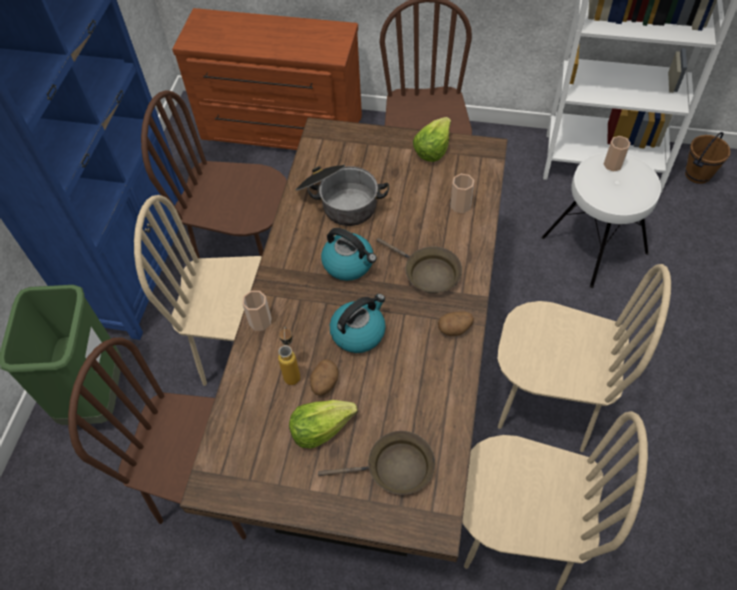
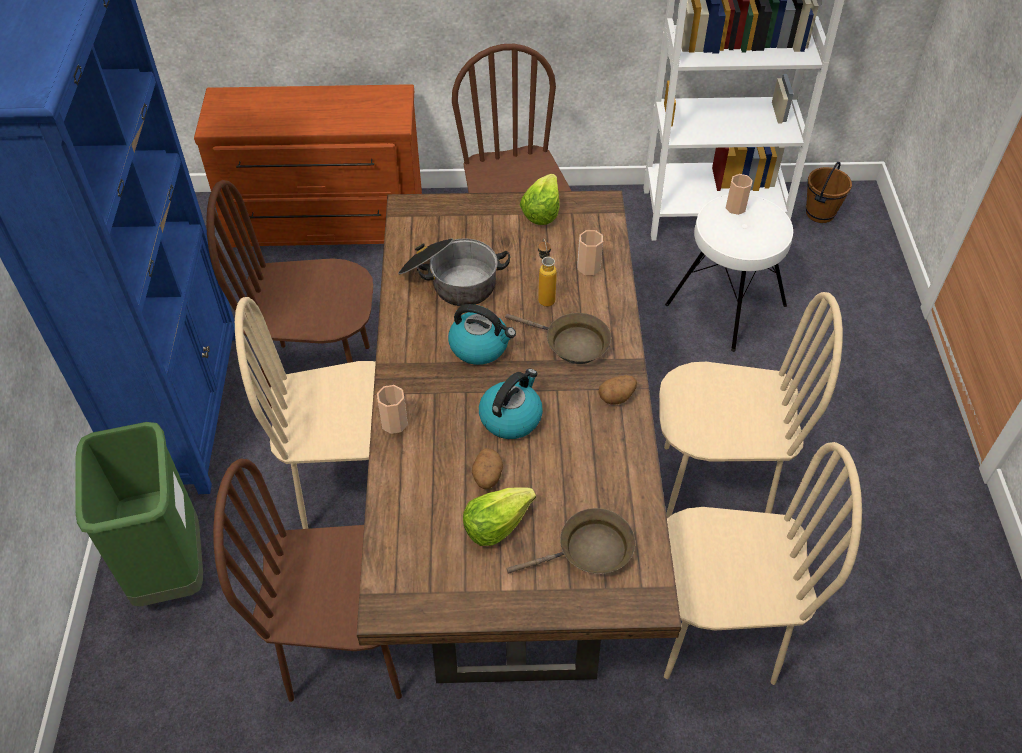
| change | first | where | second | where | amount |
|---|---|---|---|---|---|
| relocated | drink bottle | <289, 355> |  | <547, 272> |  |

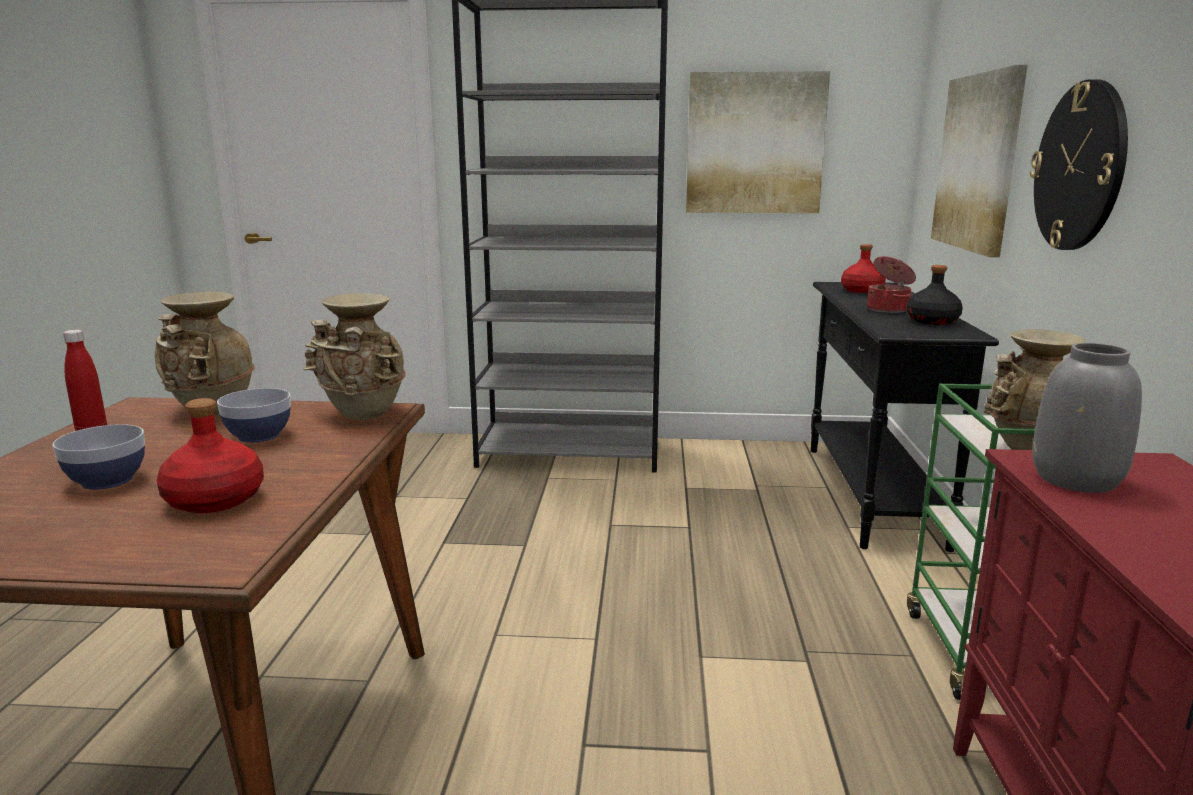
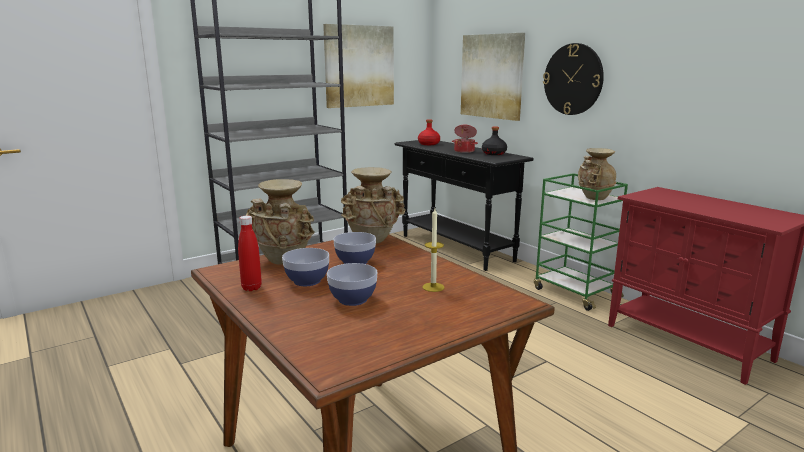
| change | first | where | second | where | amount |
|---|---|---|---|---|---|
| missing | grey decorative vase | <1087, 418> |  |  |  |
| appeared |  |  | deep dish | <305, 267> |  |
| exchanged | reddish drink bottle | <210, 455> | wax candle | <433, 250> |  |

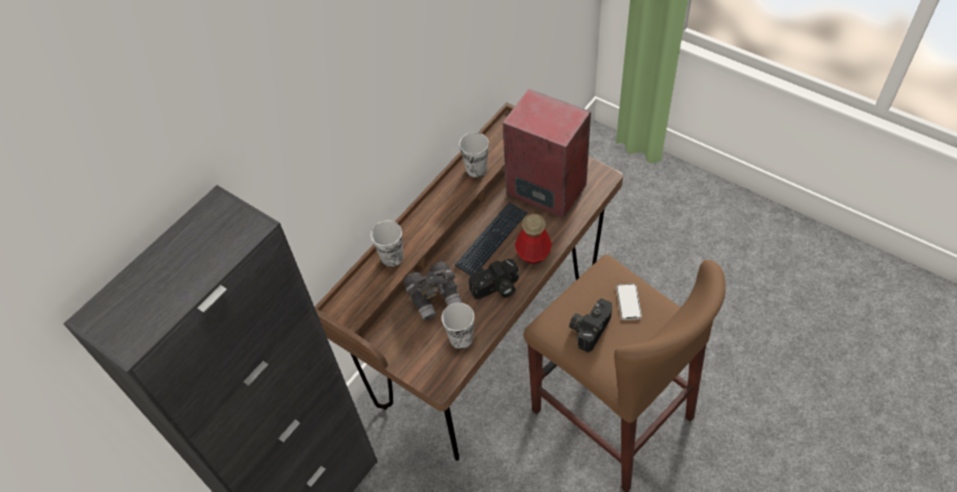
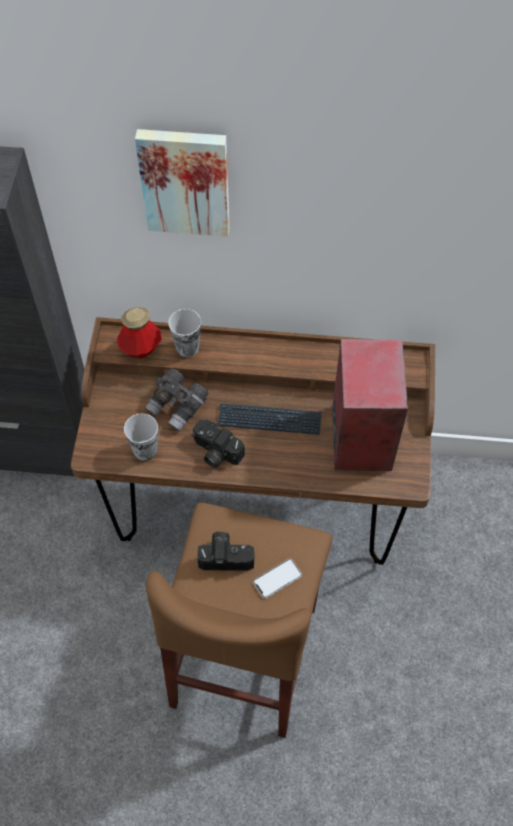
| change | first | where | second | where | amount |
|---|---|---|---|---|---|
| missing | drinking cup | <474, 155> |  |  |  |
| appeared |  |  | wall art | <182, 183> |  |
| relocated | drink bottle | <533, 239> |  | <139, 332> |  |

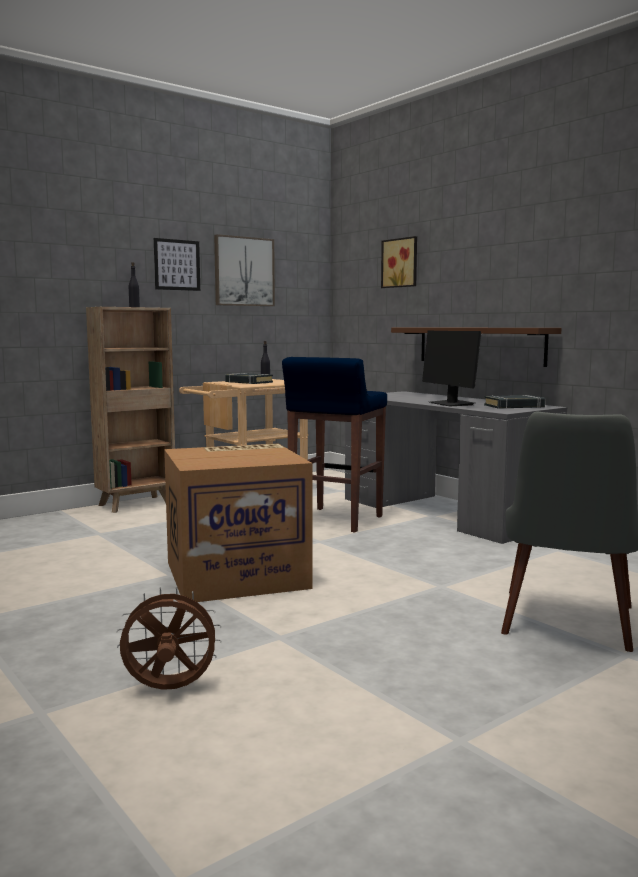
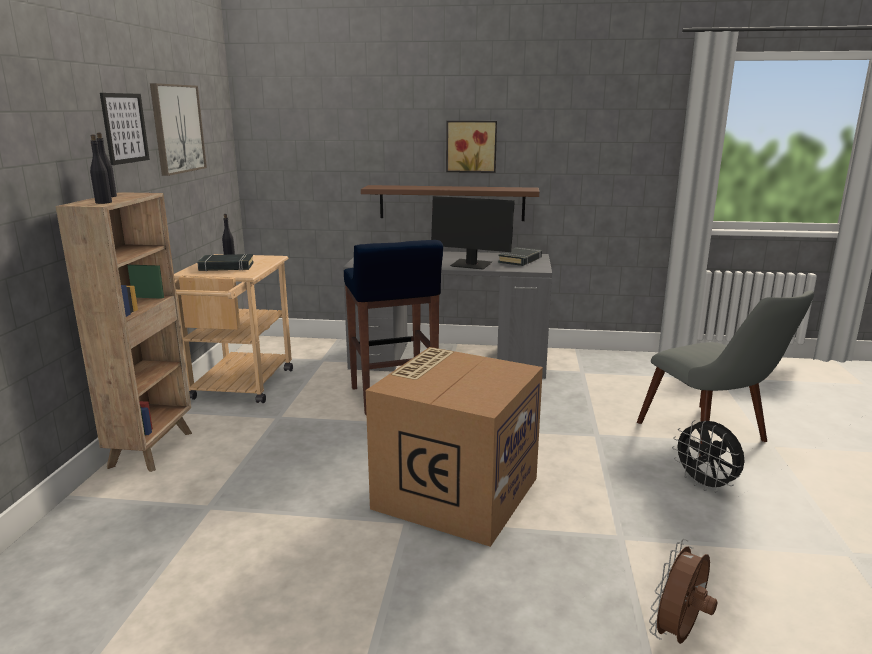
| change | first | where | second | where | amount |
|---|---|---|---|---|---|
| appeared |  |  | blackish drink bottle | <101, 169> |  |
| appeared |  |  | blackish cooling fan | <708, 456> |  |
| relocated | wall art | <399, 262> |  | <471, 147> |  |

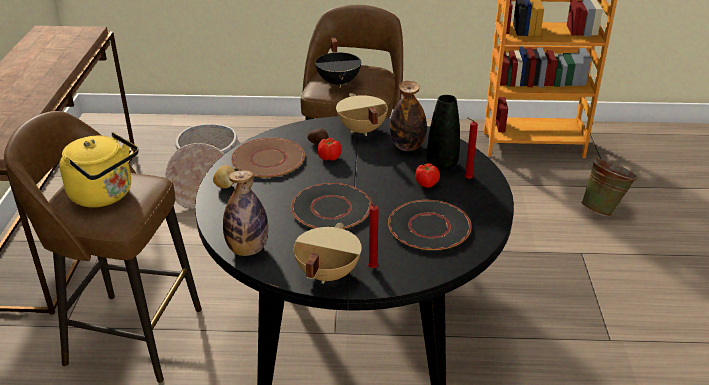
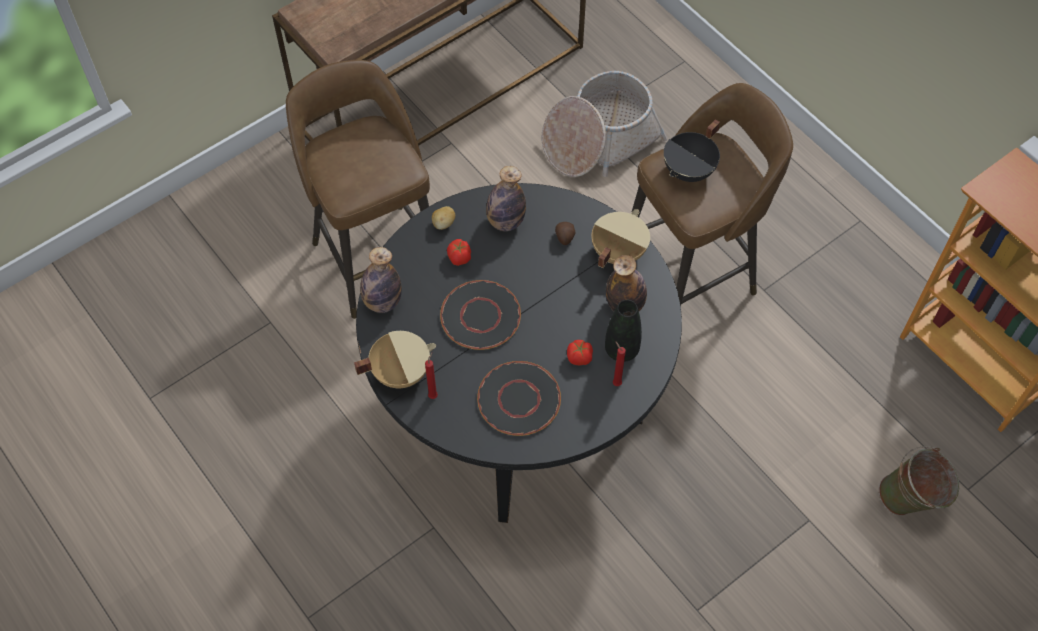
| change | first | where | second | where | amount |
|---|---|---|---|---|---|
| missing | yellowish tea kettle | <99, 170> |  |  |  |
| relocated | whole tomato | <330, 149> |  | <459, 252> |  |
| exchanged | brownish flat dish | <268, 158> | drink bottle | <506, 198> |  |

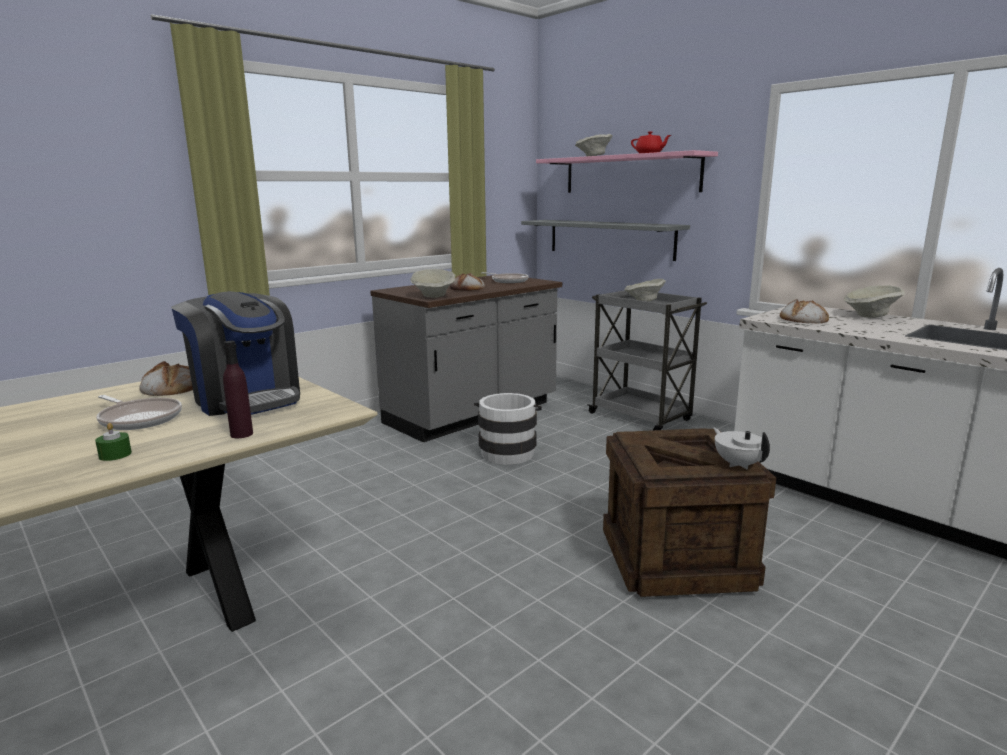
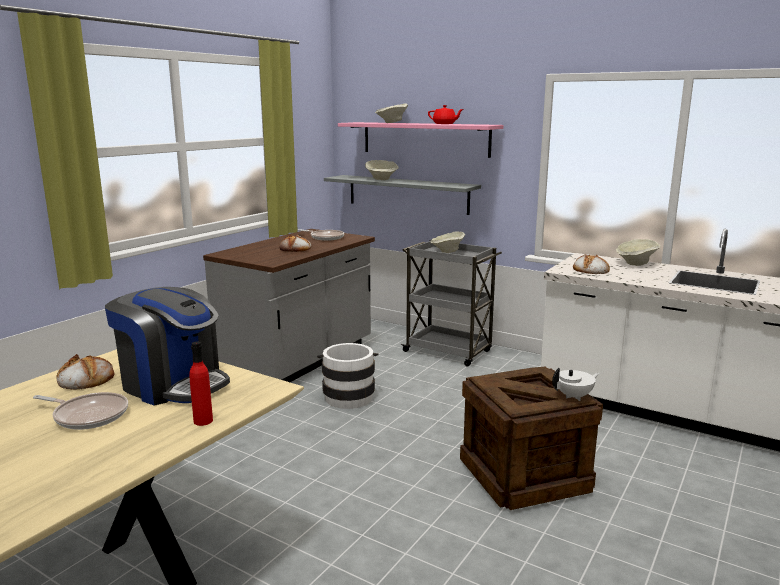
| change | first | where | second | where | amount |
|---|---|---|---|---|---|
| missing | green-coloured wax candle | <113, 442> |  |  |  |
| relocated | sand-coloured deep dish | <433, 283> |  | <382, 170> |  |
| colour | purple drink bottle | <238, 389> | reddish drink bottle | <201, 383> |  |
| spun | white teapot | <742, 448> |  | <576, 384> | 105 degrees clockwise |

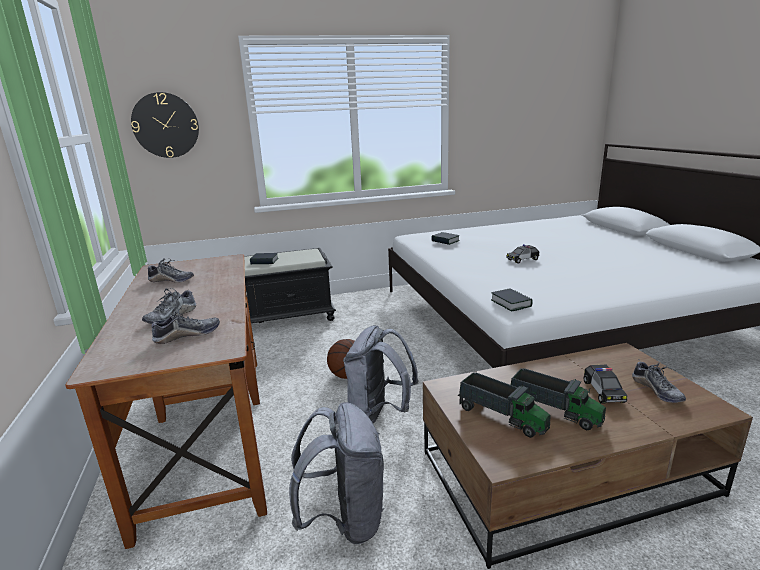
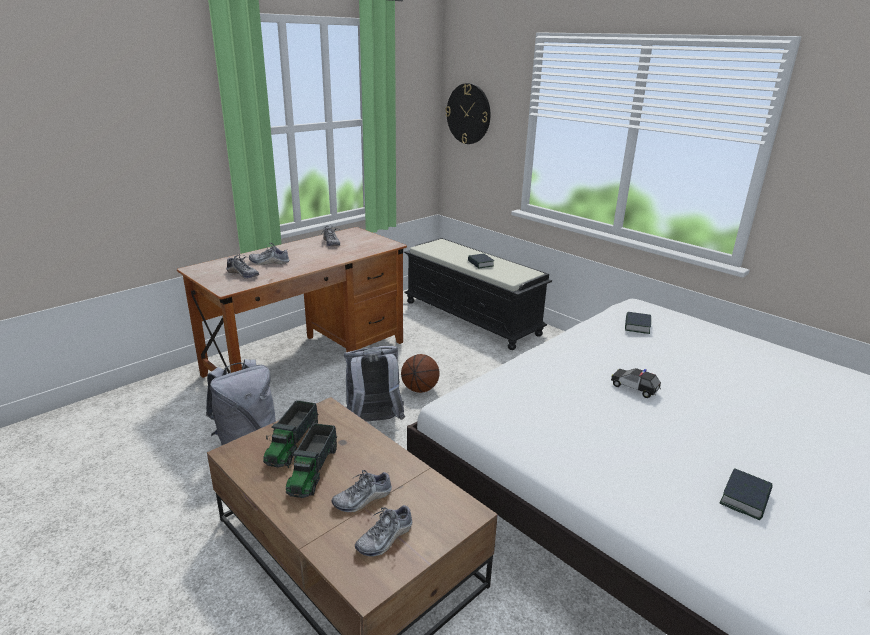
| change | first | where | second | where | amount |
|---|---|---|---|---|---|
| relocated | bound book | <512, 299> |  | <746, 494> |  |
| exchanged | toy car | <605, 384> | shoe | <362, 491> |  |

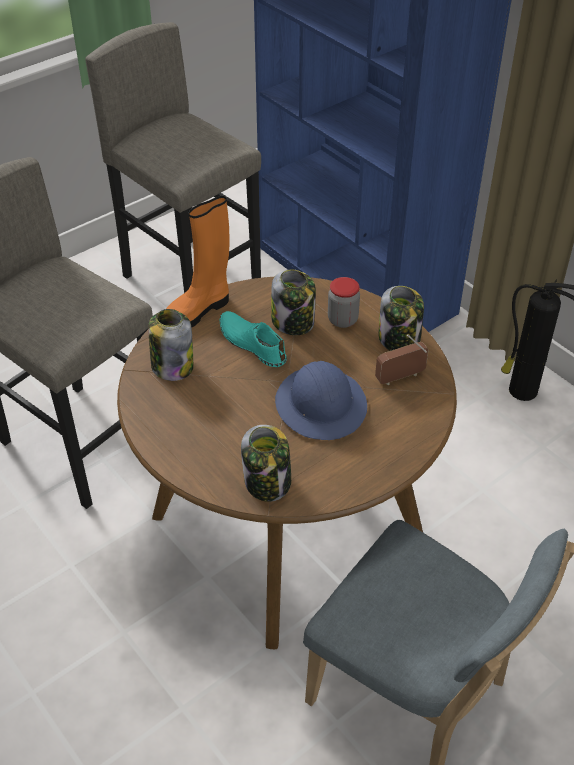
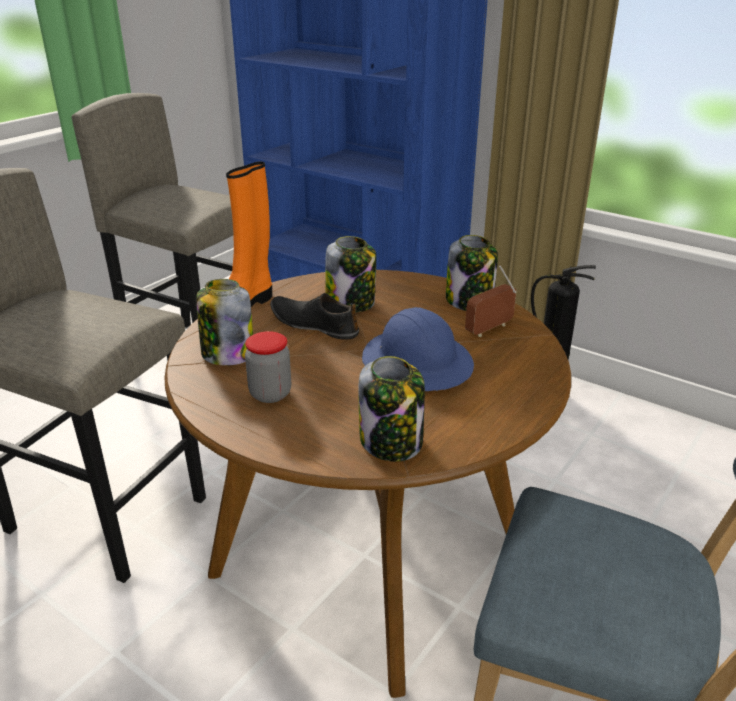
| change | first | where | second | where | amount |
|---|---|---|---|---|---|
| relocated | preserve jar | <344, 302> |  | <268, 367> |  |
| colour | blue-green shoe | <253, 339> | blackish shoe | <314, 316> |  |

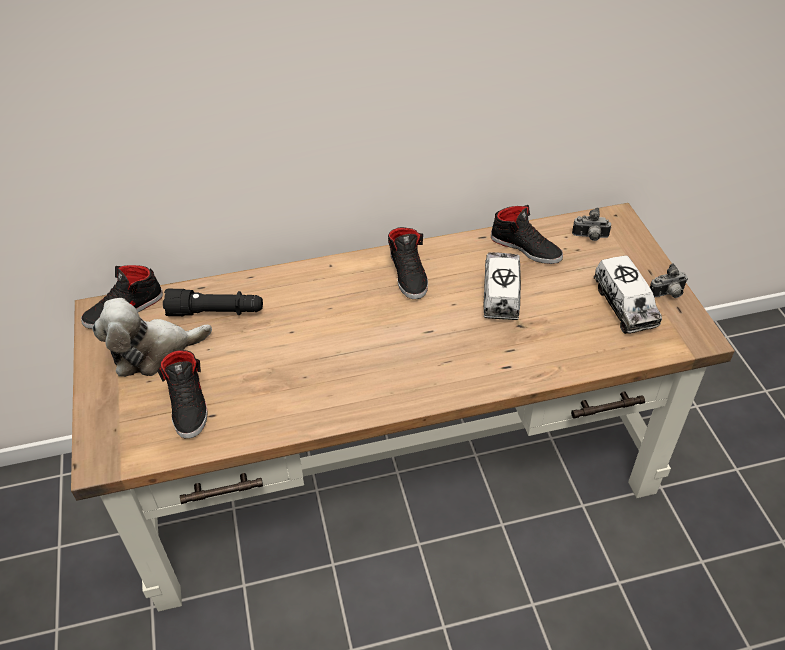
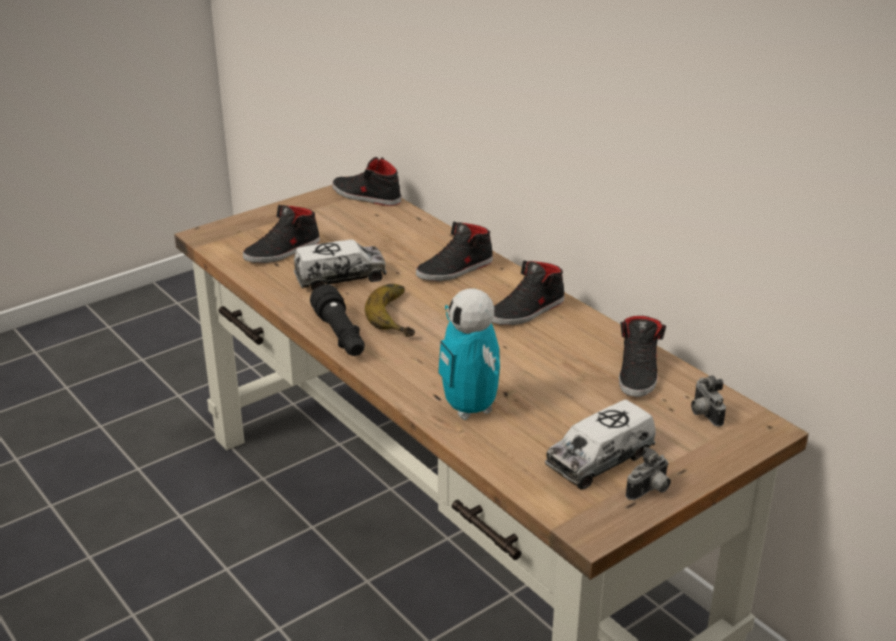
| change | first | where | second | where | amount |
|---|---|---|---|---|---|
| missing | soft toy | <152, 337> |  |  |  |
| appeared |  |  | banana fruit | <390, 310> |  |
| appeared |  |  | blackish shoe | <454, 251> |  |
| appeared |  |  | toy robot | <469, 354> |  |
| relocated | blackish torch | <213, 302> |  | <337, 320> |  |
| relocated | toy truck | <502, 286> |  | <340, 264> |  |
| spun | still camera | <669, 280> |  | <648, 473> | 90 degrees counterclockwise |

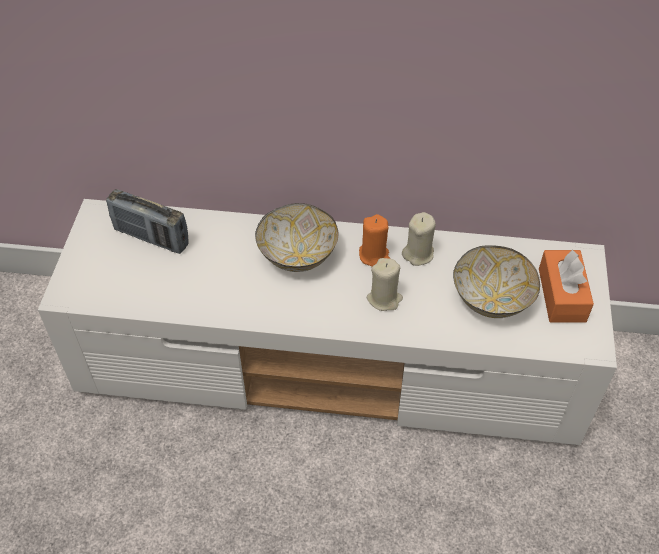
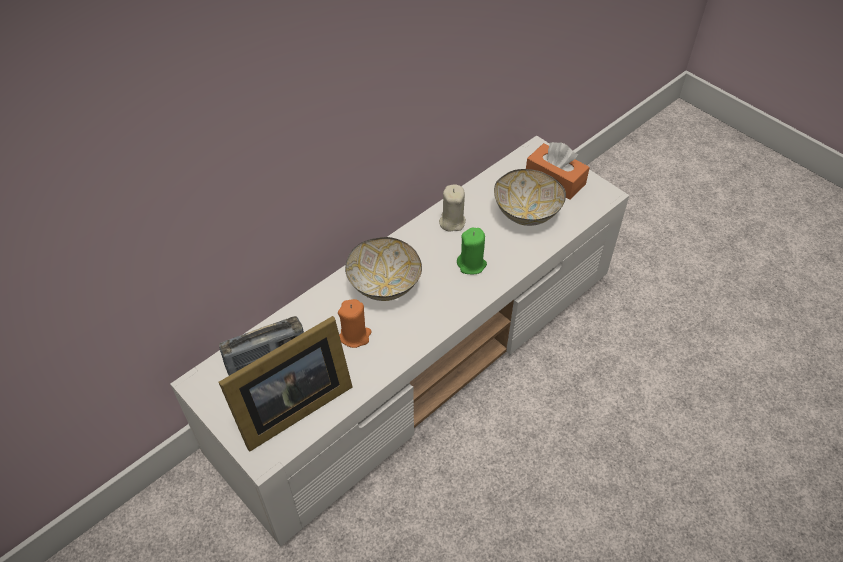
| change | first | where | second | where | amount |
|---|---|---|---|---|---|
| appeared |  |  | photo frame | <286, 384> |  |
| relocated | orangey wax candle | <374, 240> |  | <354, 323> |  |
| colour | sand-coloured wax candle | <385, 284> | green-coloured wax candle | <472, 251> |  |

